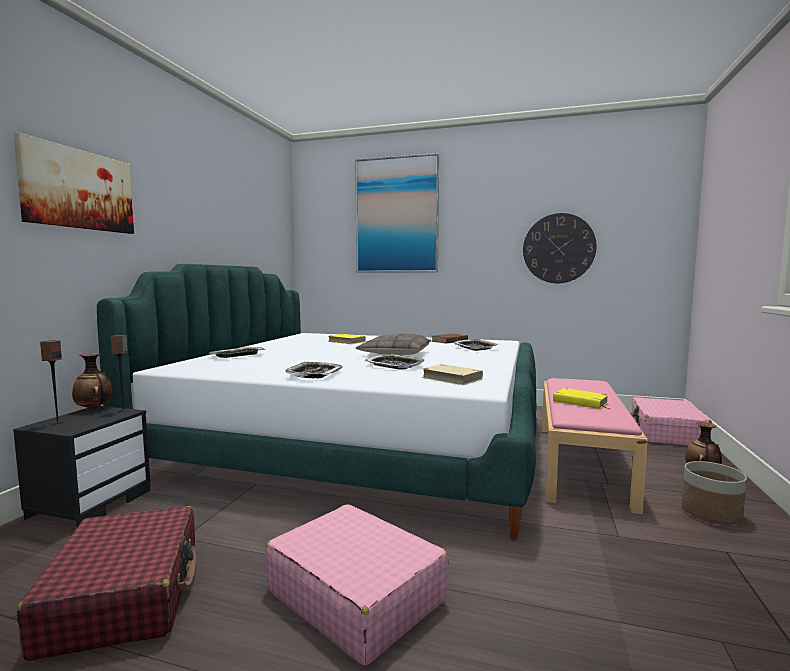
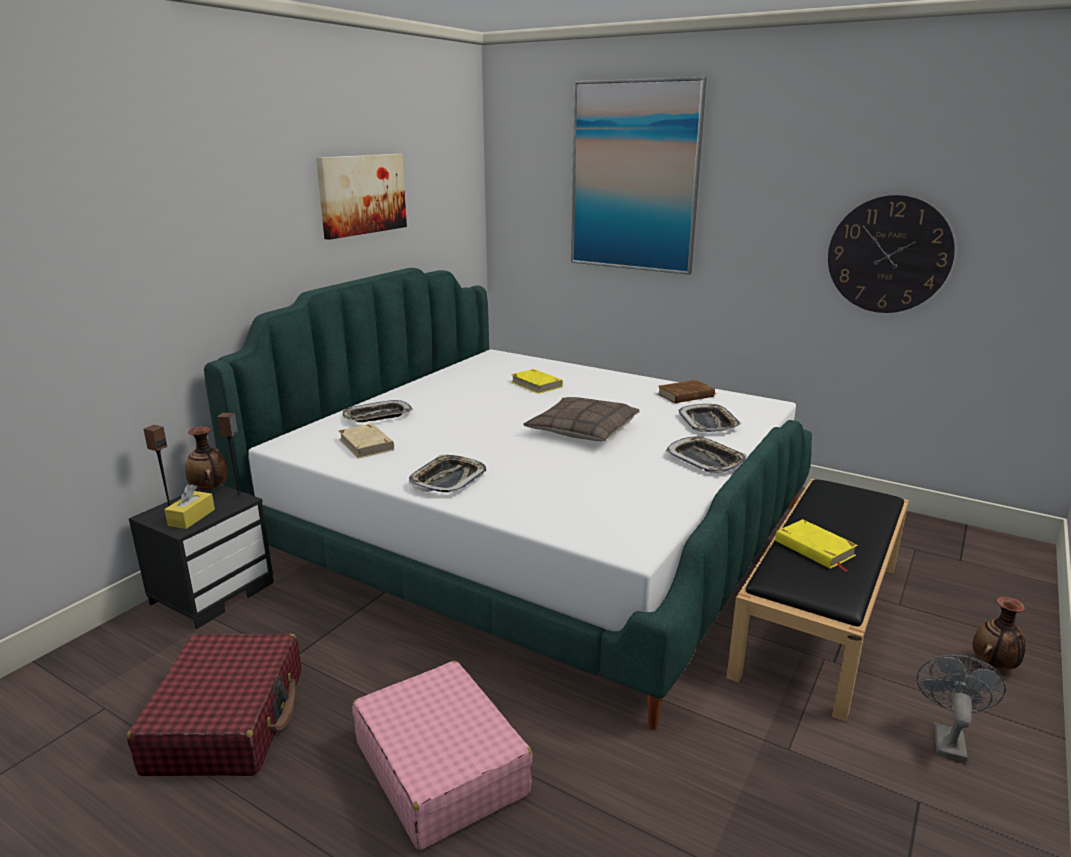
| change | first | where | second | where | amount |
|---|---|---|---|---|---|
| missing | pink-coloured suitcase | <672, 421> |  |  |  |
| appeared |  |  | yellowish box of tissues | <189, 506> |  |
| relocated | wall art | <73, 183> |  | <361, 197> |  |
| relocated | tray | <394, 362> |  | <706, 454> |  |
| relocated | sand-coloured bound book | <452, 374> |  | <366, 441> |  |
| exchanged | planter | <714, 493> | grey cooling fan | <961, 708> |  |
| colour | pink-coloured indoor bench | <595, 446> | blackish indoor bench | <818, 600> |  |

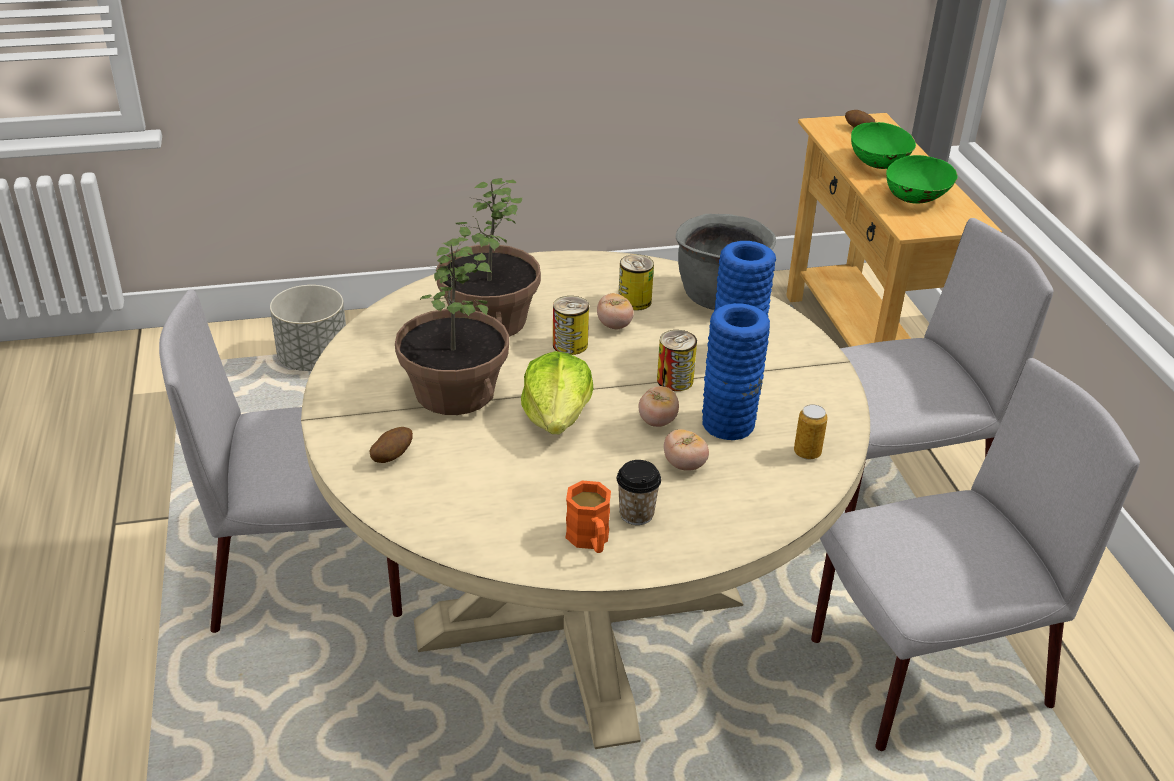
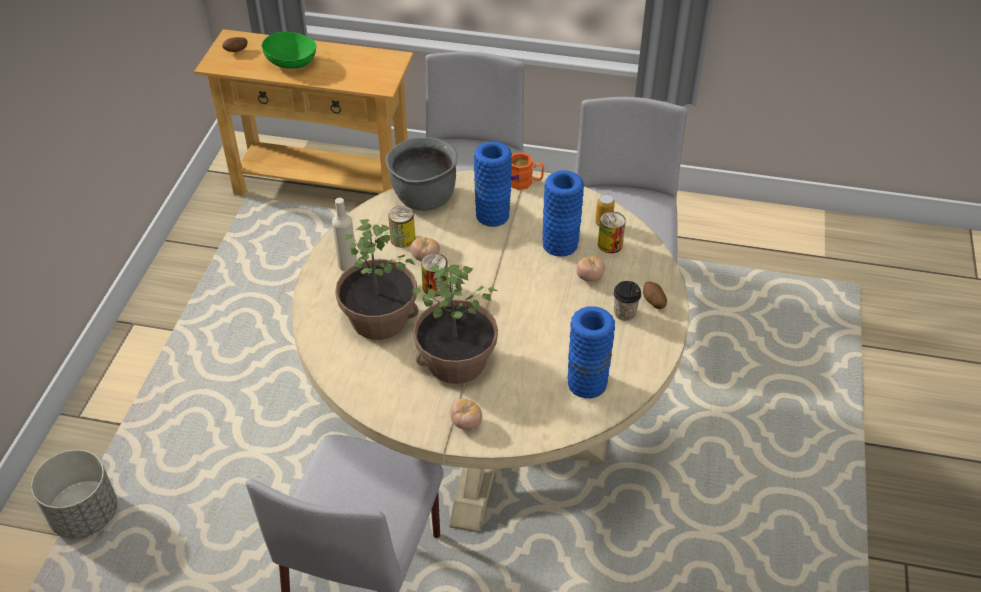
| change | first | where | second | where | amount |
|---|---|---|---|---|---|
| missing | head of lettuce | <557, 392> |  |  |  |
| missing | green-coloured deep dish | <922, 179> |  |  |  |
| appeared |  |  | sand-coloured drink bottle | <344, 234> |  |
| appeared |  |  | bluish decorative vase | <591, 352> |  |
| relocated | potato | <391, 445> |  | <655, 295> |  |
| relocated | orangey tea mug | <588, 517> |  | <527, 171> |  |
| relocated | whole tomato | <659, 406> |  | <466, 414> |  |
| relocated | sealed can | <677, 360> |  | <612, 232> |  |

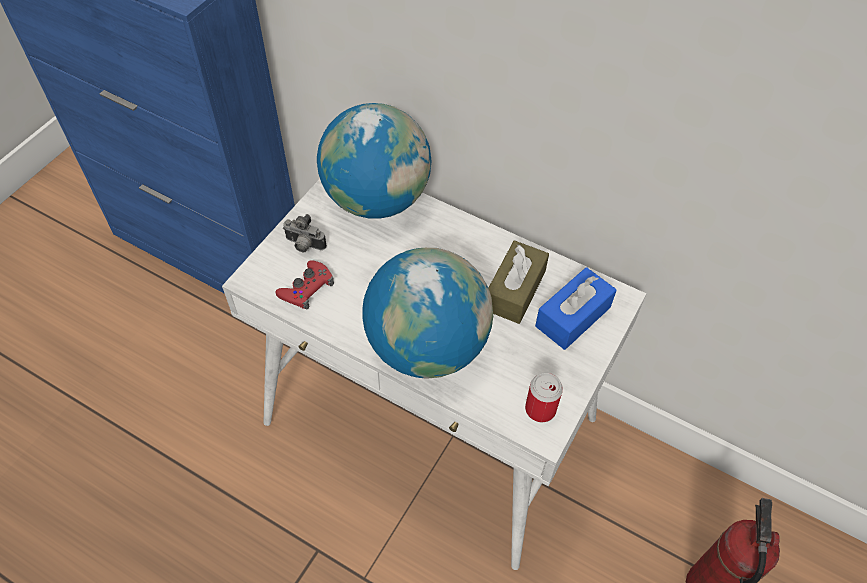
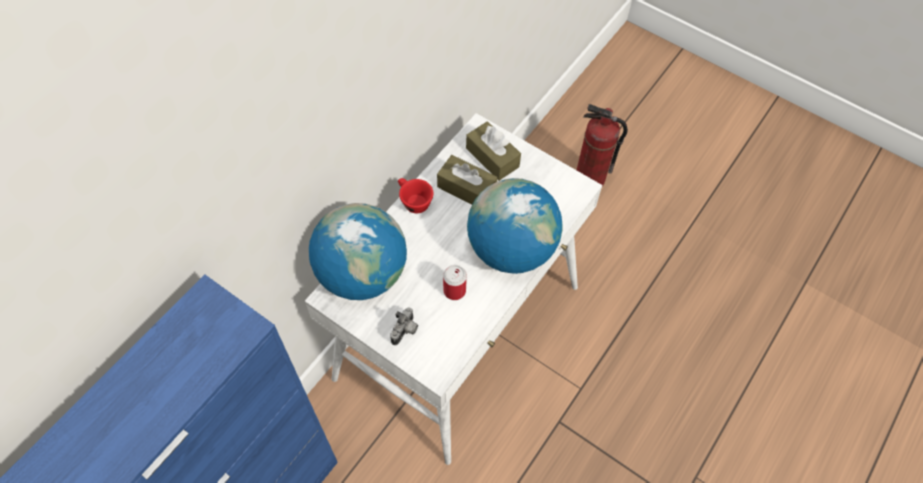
| change | first | where | second | where | amount |
|---|---|---|---|---|---|
| missing | reddish joypad | <304, 285> |  |  |  |
| appeared |  |  | reddish drinking cup | <415, 195> |  |
| relocated | sealed can | <544, 397> |  | <455, 282> |  |
| colour | bluish box of tissues | <576, 308> | brownish box of tissues | <493, 151> |  |

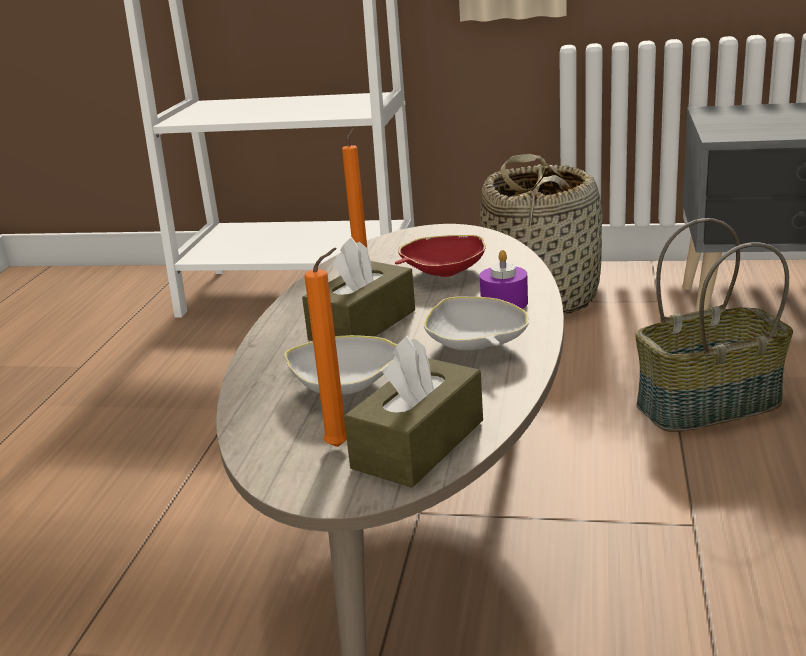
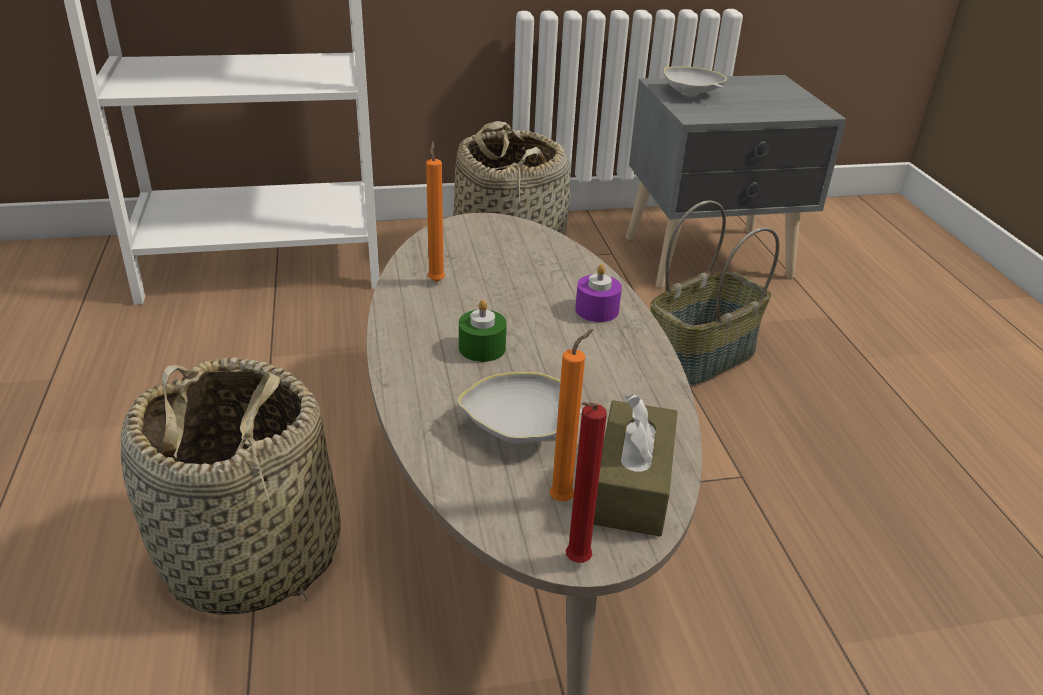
| change | first | where | second | where | amount |
|---|---|---|---|---|---|
| missing | reddish deep dish | <440, 256> |  |  |  |
| appeared |  |  | storage basket | <231, 486> |  |
| appeared |  |  | reddish wax candle | <586, 482> |  |
| relocated | white deep dish | <476, 323> |  | <695, 81> |  |
| exchanged | brownish box of tissues | <358, 289> | green-coloured wax candle | <483, 331> |  |

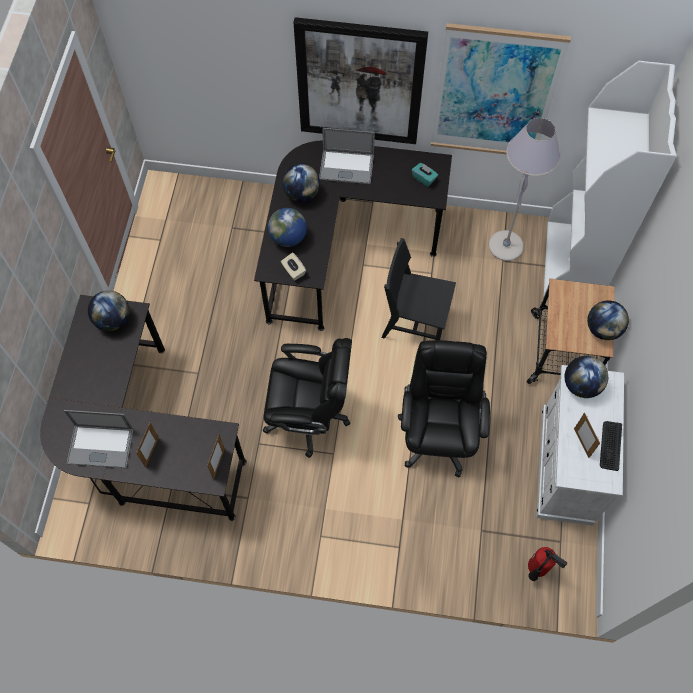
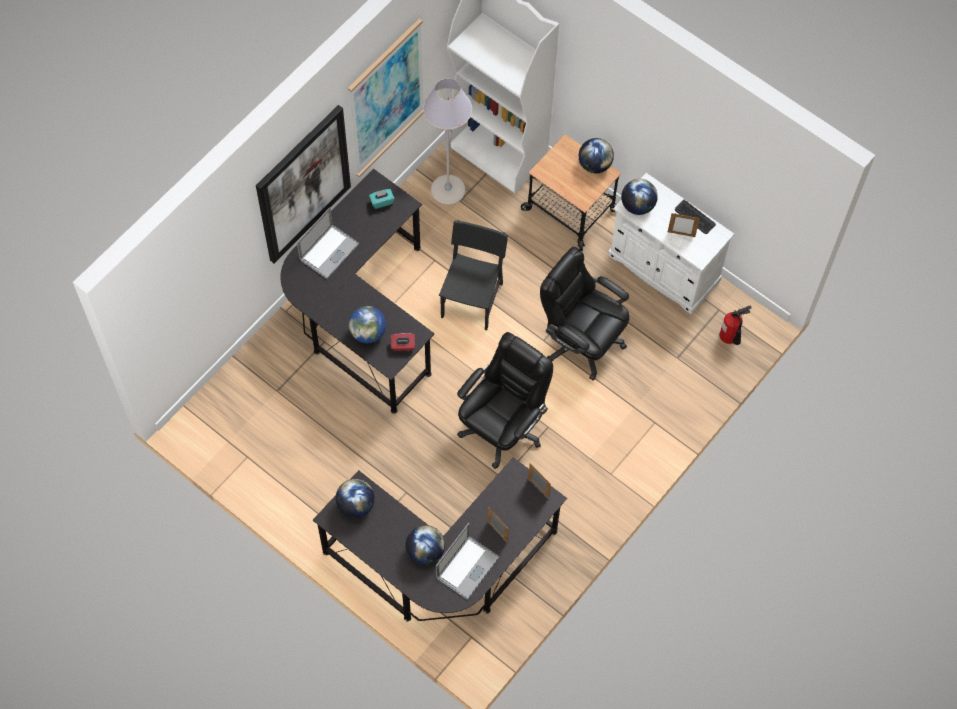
| change | first | where | second | where | amount |
|---|---|---|---|---|---|
| relocated | world globe | <301, 183> |  | <425, 545> |  |
| colour | sand-coloured box of tissues | <293, 267> | reddish box of tissues | <403, 342> |  |
| spun | blackish plain chair | <419, 289> |  | <473, 275> | 150 degrees clockwise |

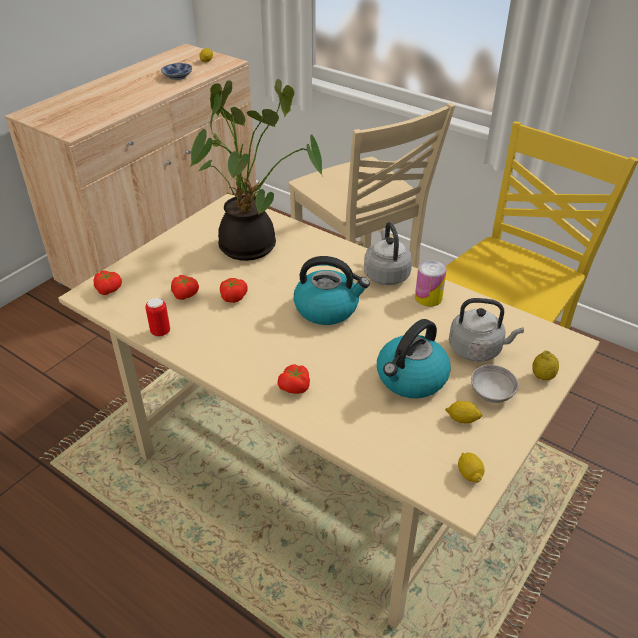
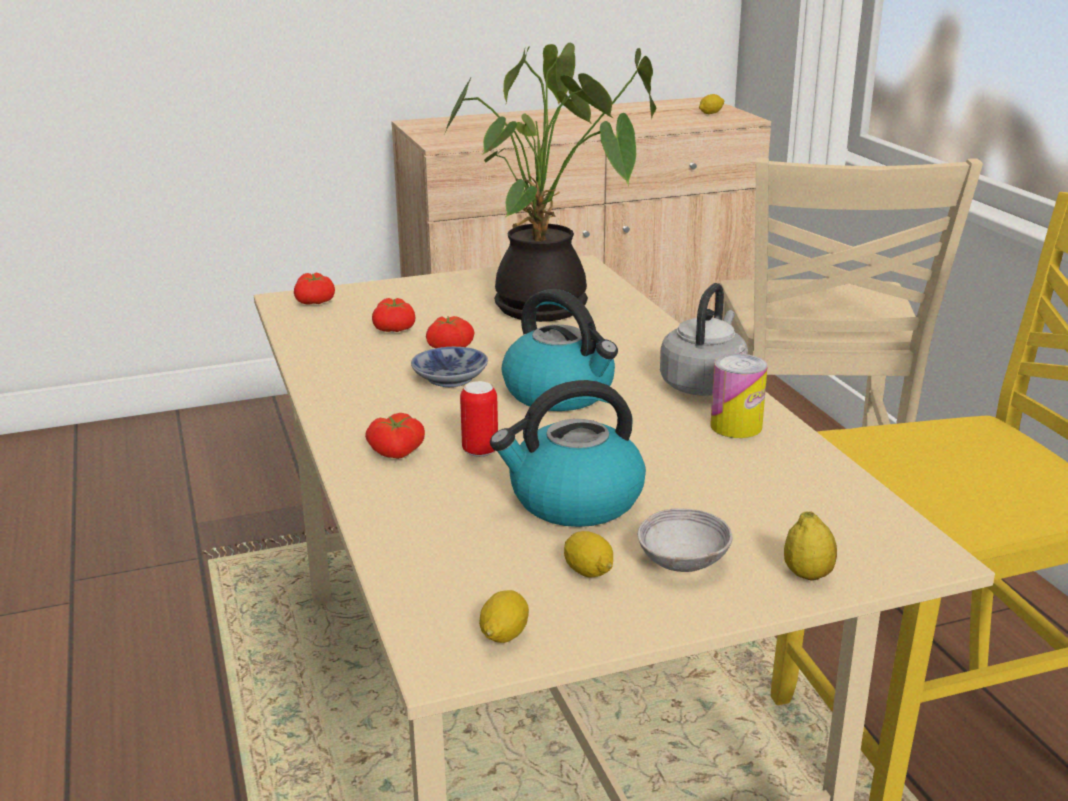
| change | first | where | second | where | amount |
|---|---|---|---|---|---|
| missing | grey tea kettle | <486, 330> |  |  |  |
| relocated | sealed can | <157, 317> |  | <479, 419> |  |
| relocated | deep dish | <176, 71> |  | <449, 367> |  |

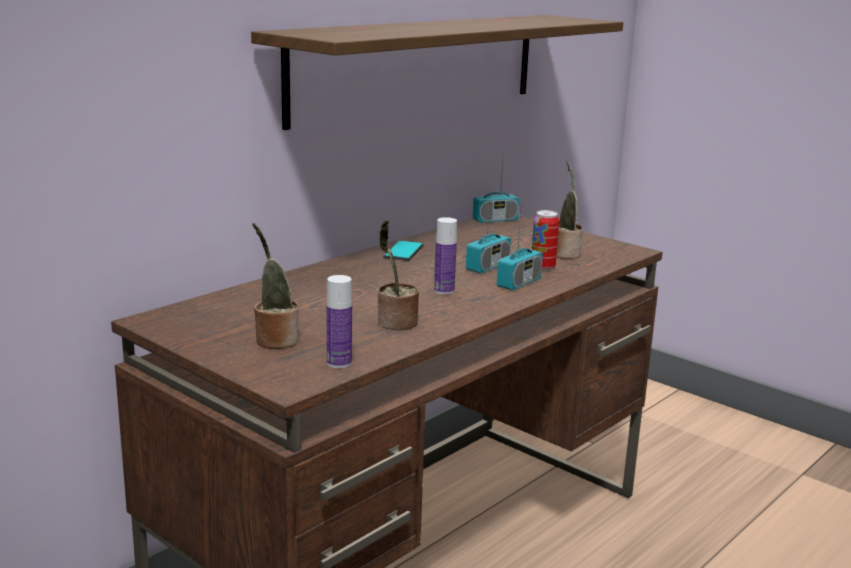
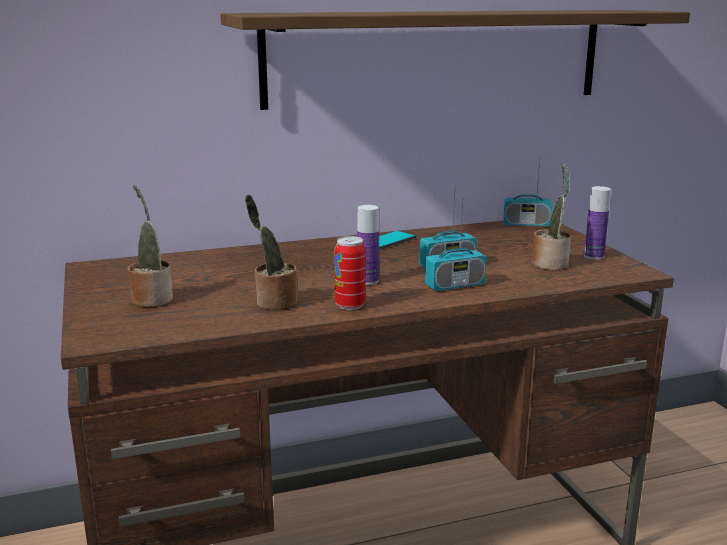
| change | first | where | second | where | amount |
|---|---|---|---|---|---|
| relocated | drink bottle | <339, 322> |  | <597, 223> |  |
| relocated | sealed can | <545, 240> |  | <350, 273> |  |

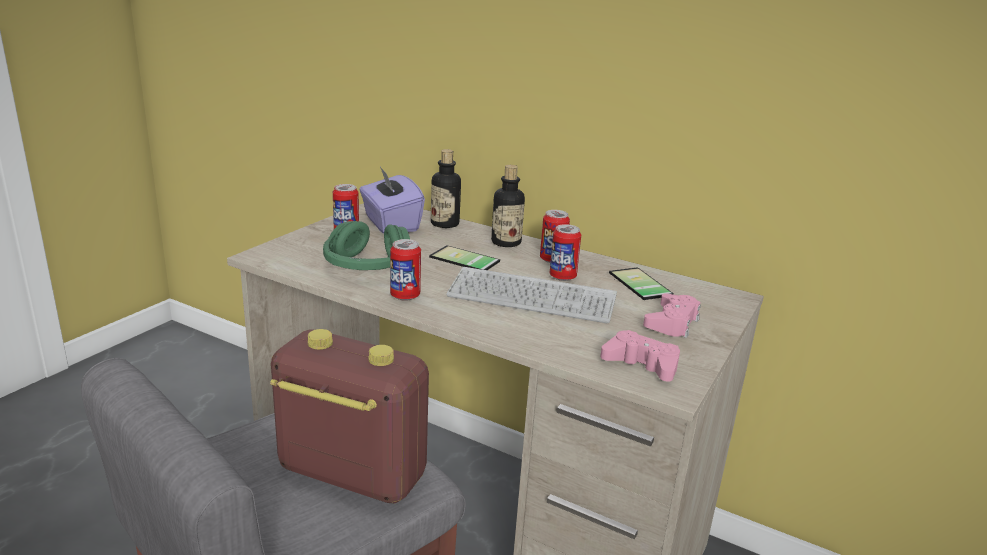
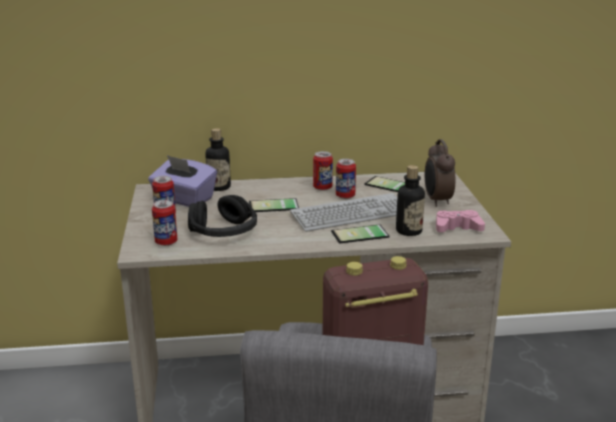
| change | first | where | second | where | amount |
|---|---|---|---|---|---|
| appeared |  |  | handset | <360, 234> |  |
| relocated | sealed can | <405, 270> |  | <164, 223> |  |
| relocated | drink bottle | <508, 206> |  | <410, 200> |  |
| exchanged | pink-coloured joypad | <672, 315> | table clock | <440, 173> |  |
| colour | green-coloured headset | <366, 245> | blackish headset | <222, 216> |  |

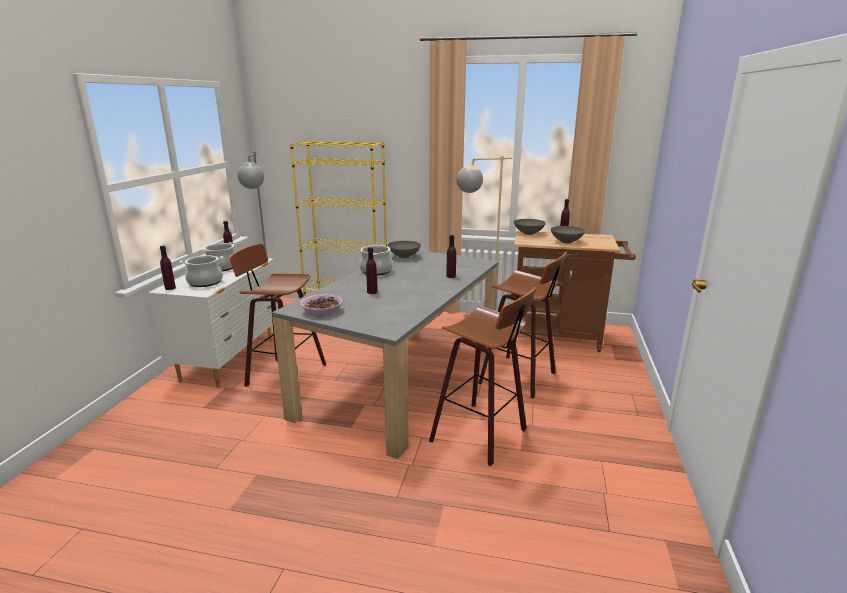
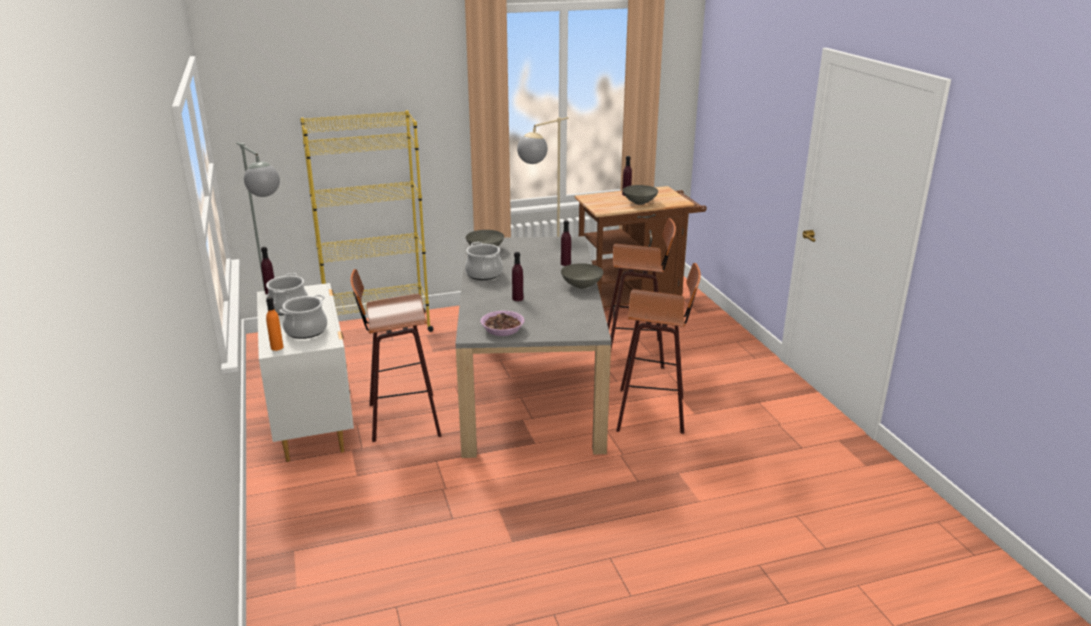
| change | first | where | second | where | amount |
|---|---|---|---|---|---|
| relocated | grey deep dish | <530, 227> |  | <582, 276> |  |
| colour | purple drink bottle | <168, 268> | orangey drink bottle | <275, 324> |  |

